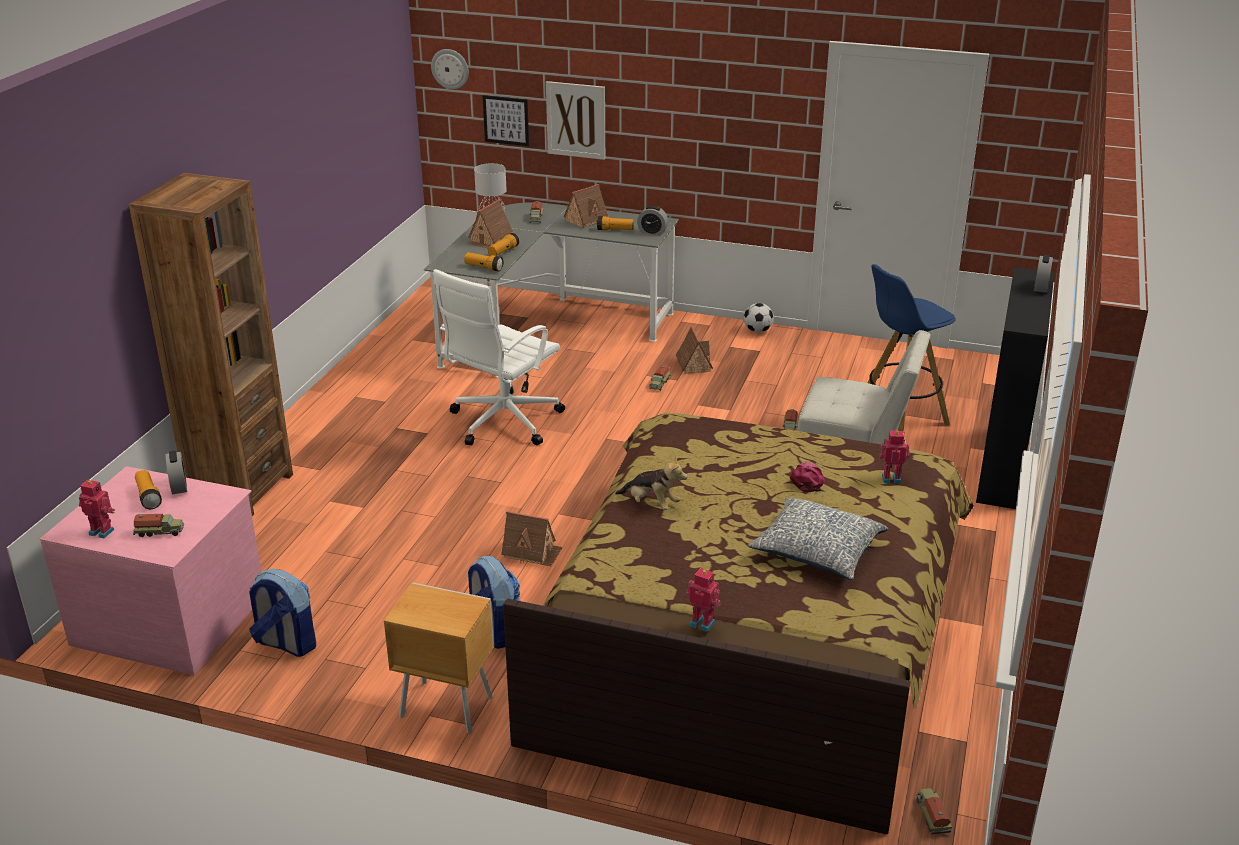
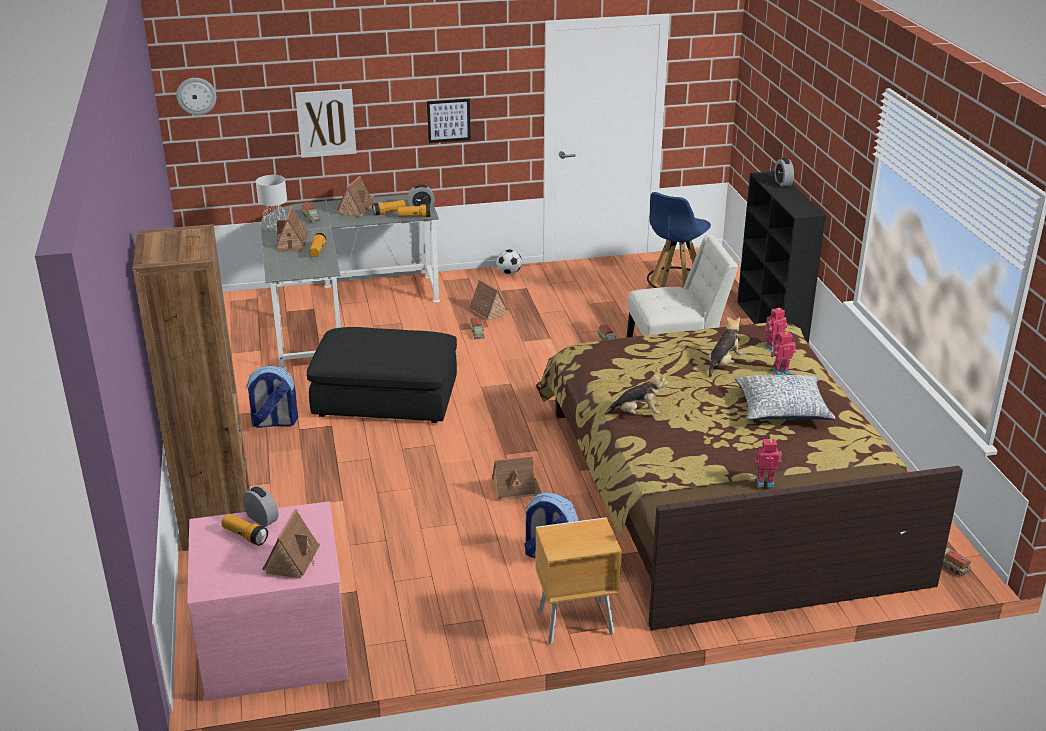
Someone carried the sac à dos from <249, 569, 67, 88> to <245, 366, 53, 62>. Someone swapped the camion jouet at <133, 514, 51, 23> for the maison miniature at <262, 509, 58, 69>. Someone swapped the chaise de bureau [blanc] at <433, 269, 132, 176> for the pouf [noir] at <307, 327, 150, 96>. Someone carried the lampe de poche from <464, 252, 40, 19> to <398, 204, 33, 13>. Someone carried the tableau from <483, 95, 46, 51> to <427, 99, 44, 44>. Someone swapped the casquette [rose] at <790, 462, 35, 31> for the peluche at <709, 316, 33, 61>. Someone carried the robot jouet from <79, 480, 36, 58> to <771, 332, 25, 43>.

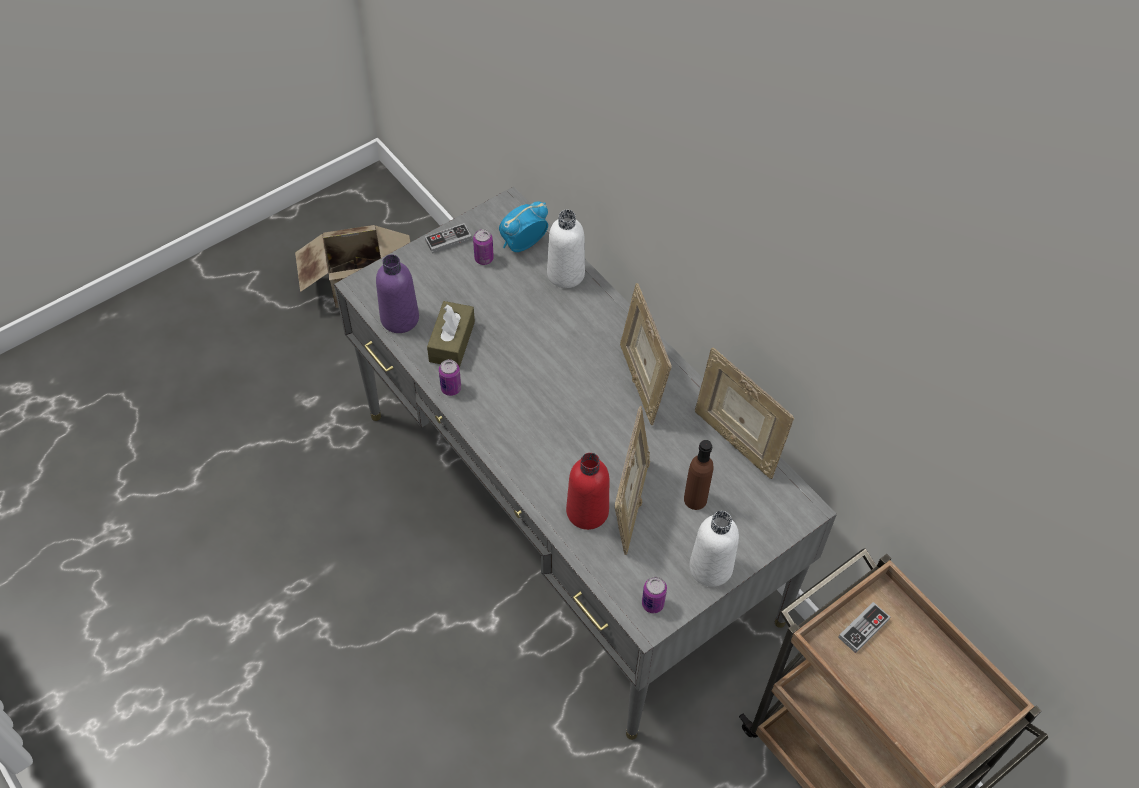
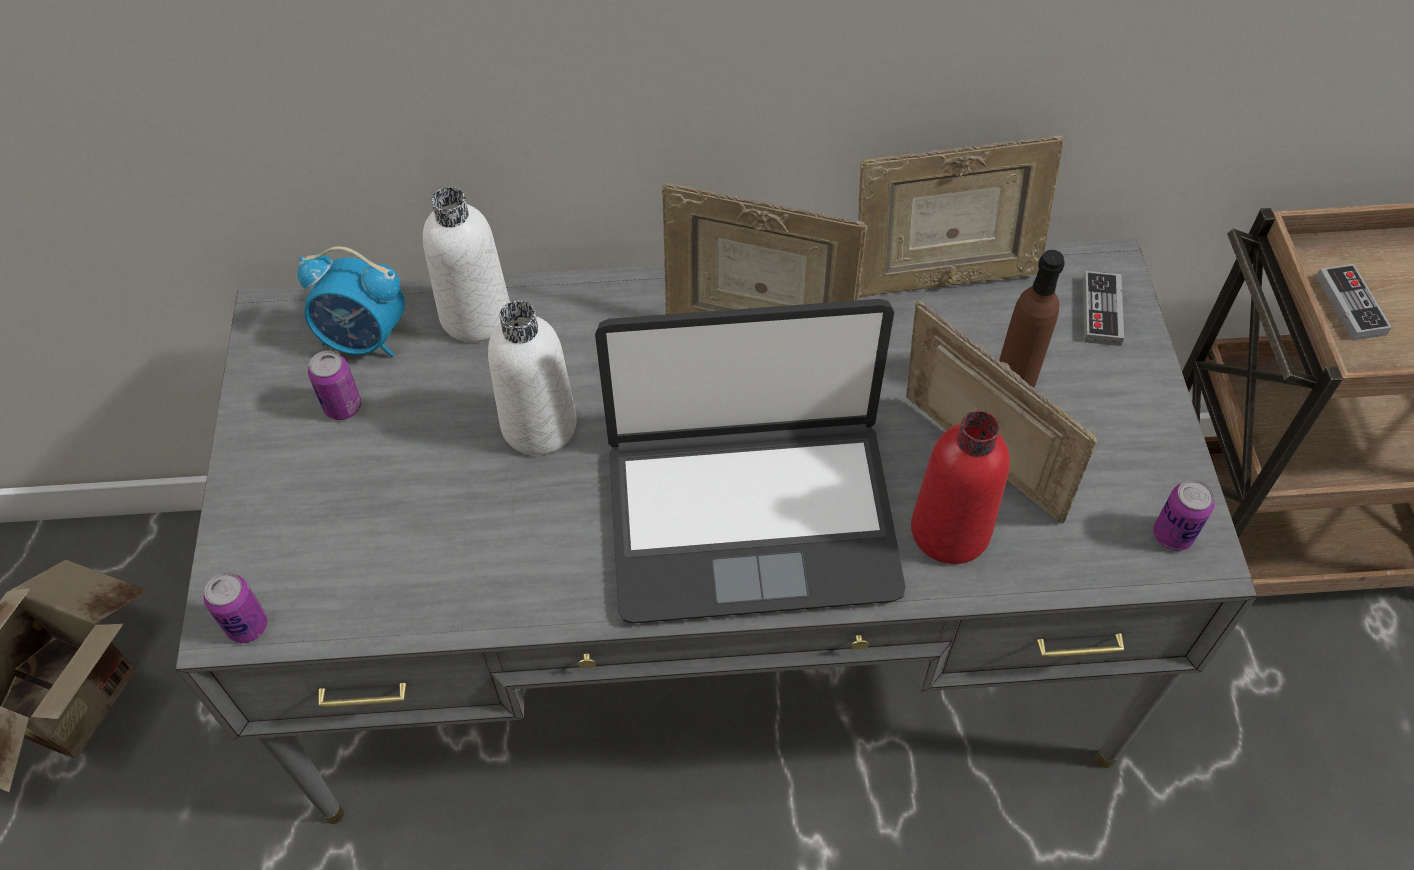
Someone carried the boîte métallique from <439, 359, 22, 37> to <203, 573, 65, 70>. Someone rotated the réveil at <499, 201, 49, 51> by 75 degrees counterclockwise. Someone carried the bouteille [blanc] from <689, 511, 50, 76> to <488, 301, 89, 154>. Someone put down the ordinateur portable at <595, 299, 311, 324>. Someone carried the manette from <425, 223, 47, 31> to <1083, 271, 41, 75>. Someone took away the bouteille [violet] at <376, 254, 43, 79>. Someone took away the boîte à mouchoirs [marron] at <427, 301, 48, 67>.

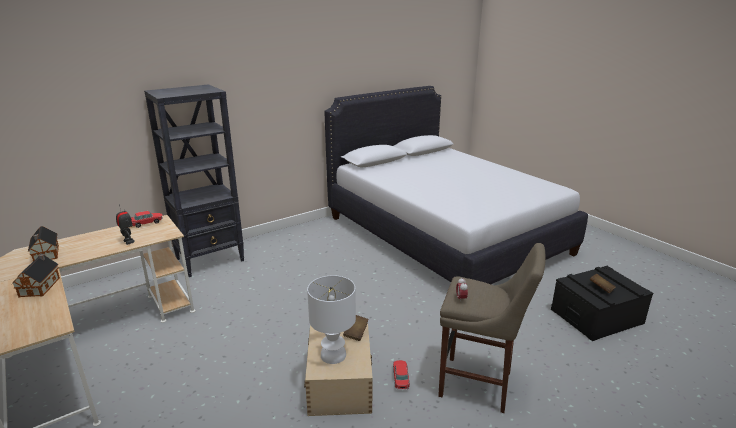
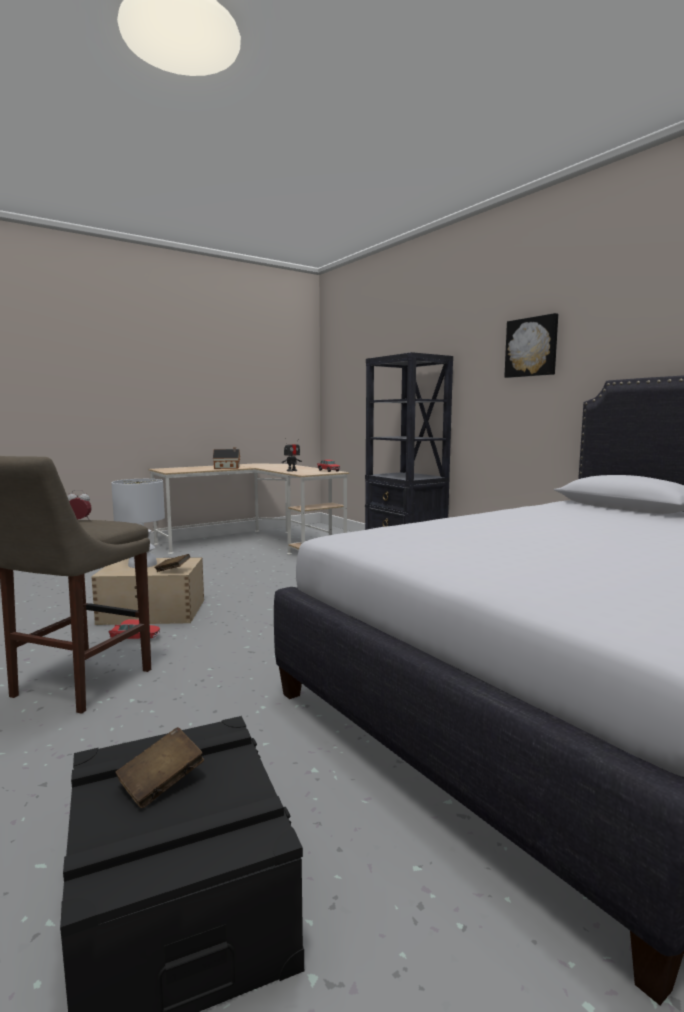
Someone put up the tableau at <504, 313, 54, 65>. Someone took away the maison miniature at <28, 226, 31, 35>.

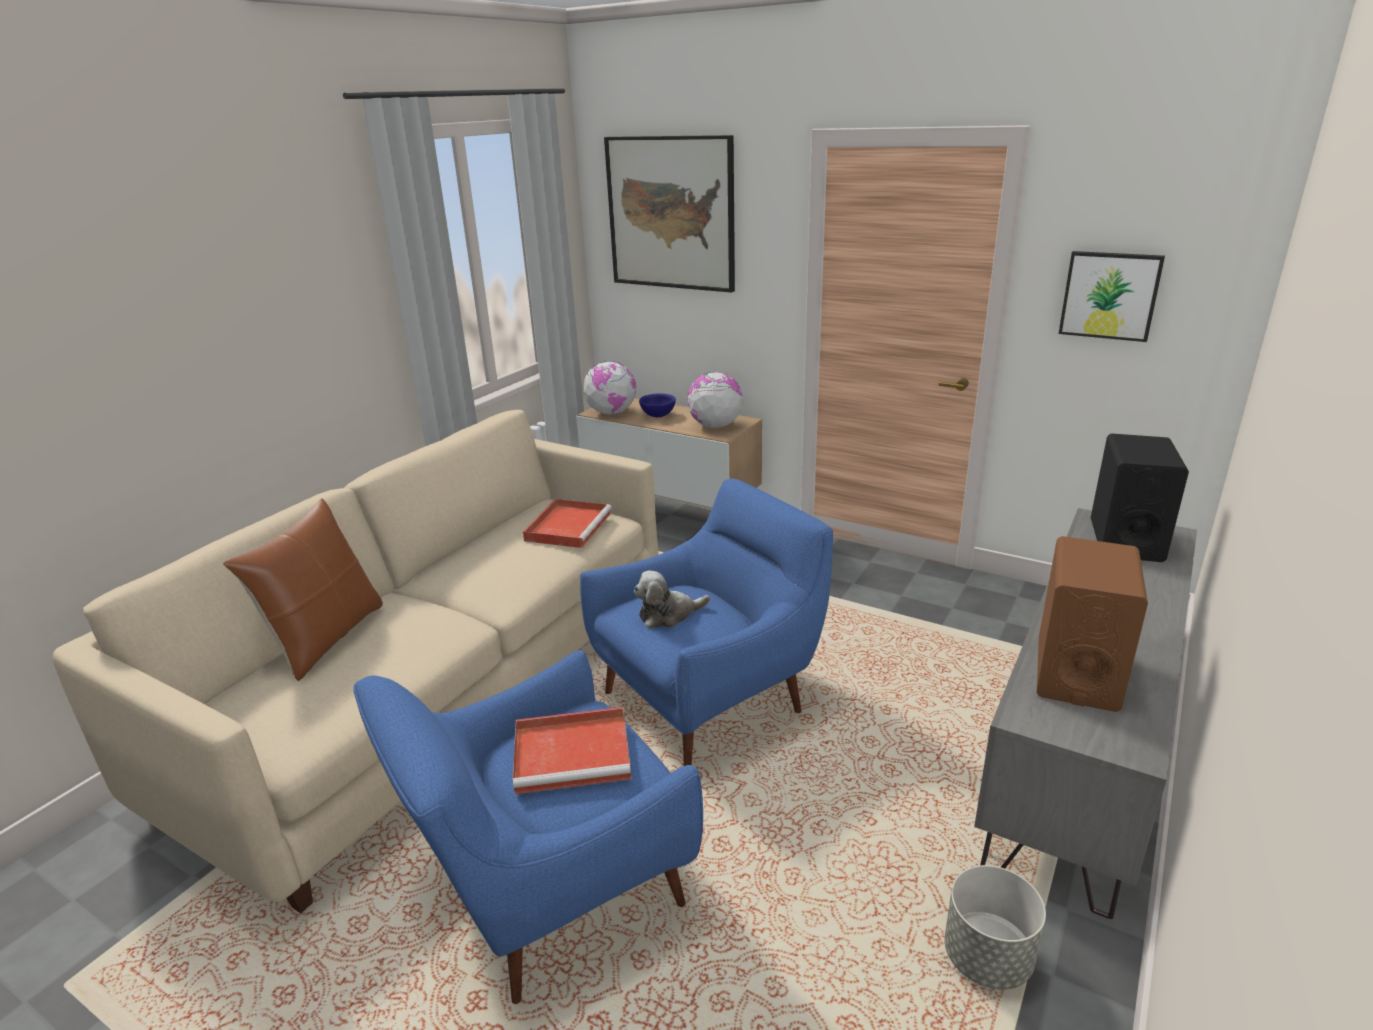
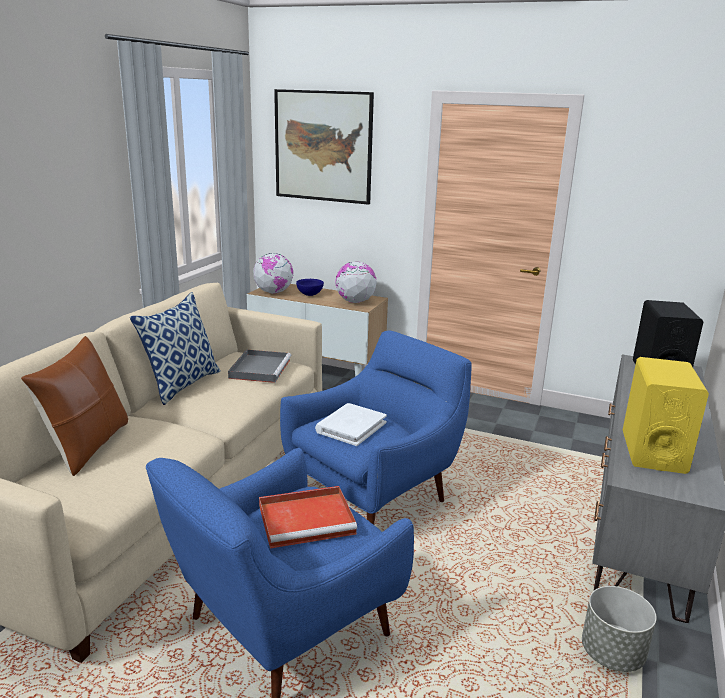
Someone put down the coussin at <130, 292, 91, 113>. Someone repainted the plateau [rouge] at <523, 499, 89, 49>, which became the plateau [gris] at <228, 349, 63, 34>. Someone swapped the peluche at <634, 571, 76, 57> for the livre [blanc] at <315, 403, 72, 43>. Someone repainted the enceinte [marron] at <1037, 536, 111, 176>, which became the enceinte [jaune] at <623, 357, 86, 117>. Someone took away the tableau at <1059, 251, 106, 91>.

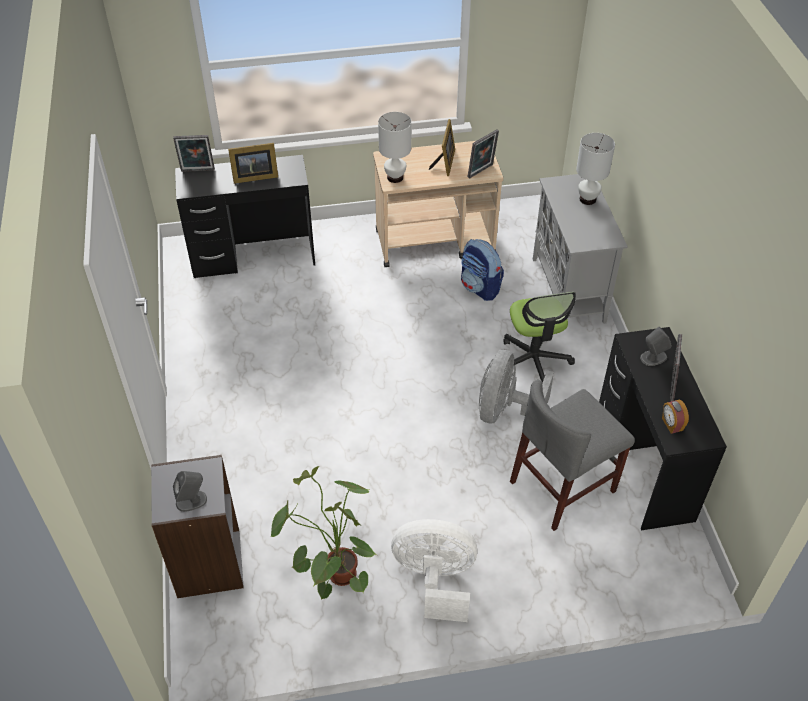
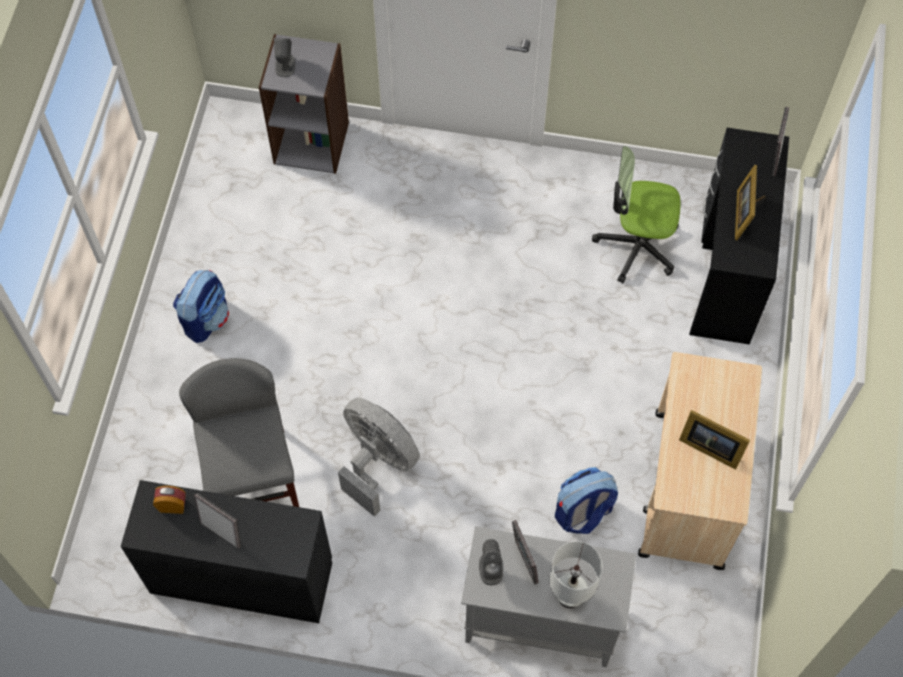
Someone swapped the ventilateur [blanc] at <391, 519, 86, 103> for the sac à dos at <173, 270, 56, 73>. Someone carried the enceinte [gris] from <640, 327, 32, 39> to <479, 539, 24, 46>. Someone carried the cadre photo from <468, 129, 31, 50> to <512, 520, 26, 64>. Someone carried the chaise de bureau from <503, 292, 73, 91> to <592, 146, 88, 137>. Someone took away the plante en pot at <271, 466, 106, 133>. Someone took away the lampe de table [blanc] at <378, 112, 34, 71>.

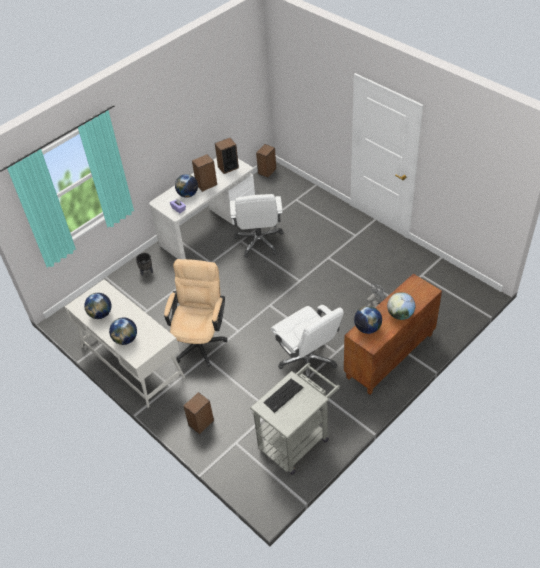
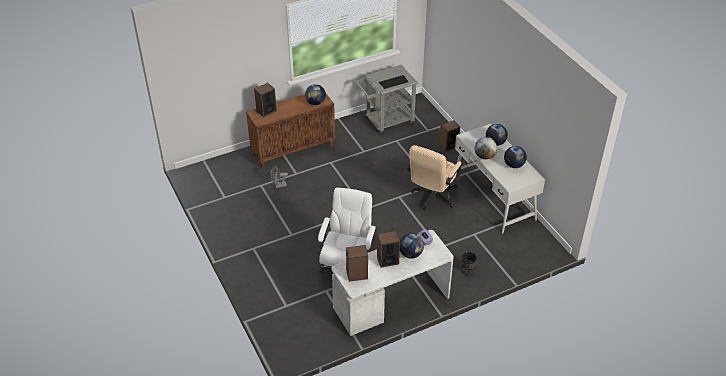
Someone carried the enceinte from <256, 144, 20, 34> to <254, 83, 23, 34>. Someone carried the globe from <387, 292, 28, 28> to <475, 137, 22, 22>. Someone took away the chaise de bureau [blanc] at <271, 305, 73, 74>.

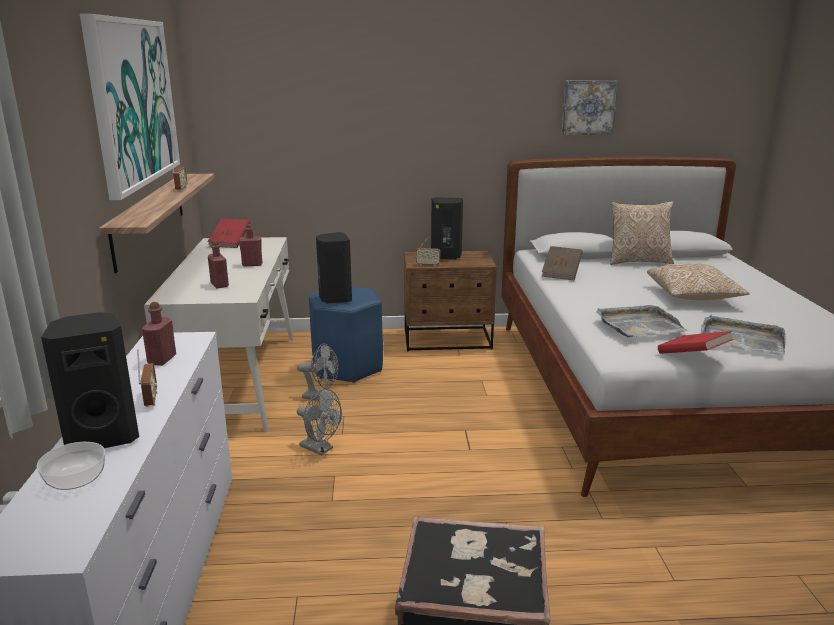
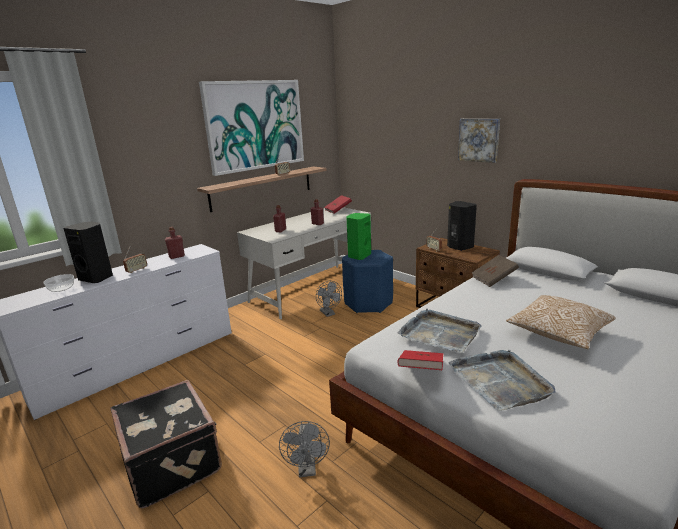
Someone carried the ventilateur [gris] from <297, 389, 45, 67> to <279, 421, 51, 57>. Someone repainted the enceinte [noir] at <316, 232, 36, 72>, which became the enceinte [vert] at <346, 213, 25, 47>. Someone carried the tableau from <562, 81, 56, 54> to <458, 119, 42, 44>. Someone took away the coussin at <610, 201, 64, 64>.

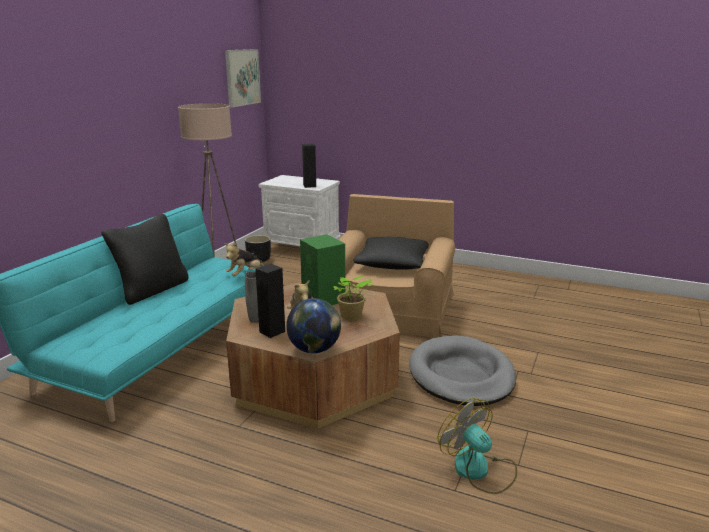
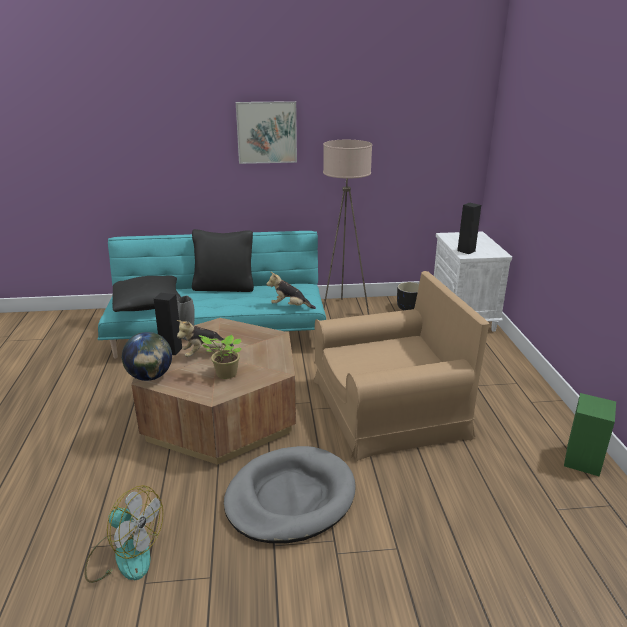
Someone rotated the ventilateur at <438, 398, 79, 96> by 90 degrees clockwise. Someone carried the coussin [noir] from <353, 237, 76, 33> to <112, 275, 69, 37>. Someone carried the tableau from <225, 49, 36, 59> to <236, 101, 61, 63>. Someone carried the enceinte [vert] from <300, 234, 45, 71> to <564, 393, 52, 84>.

